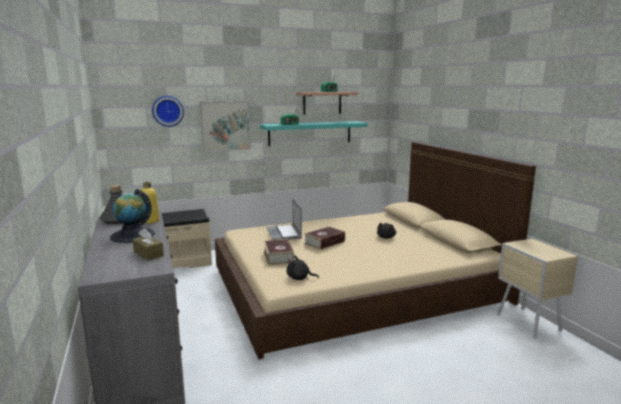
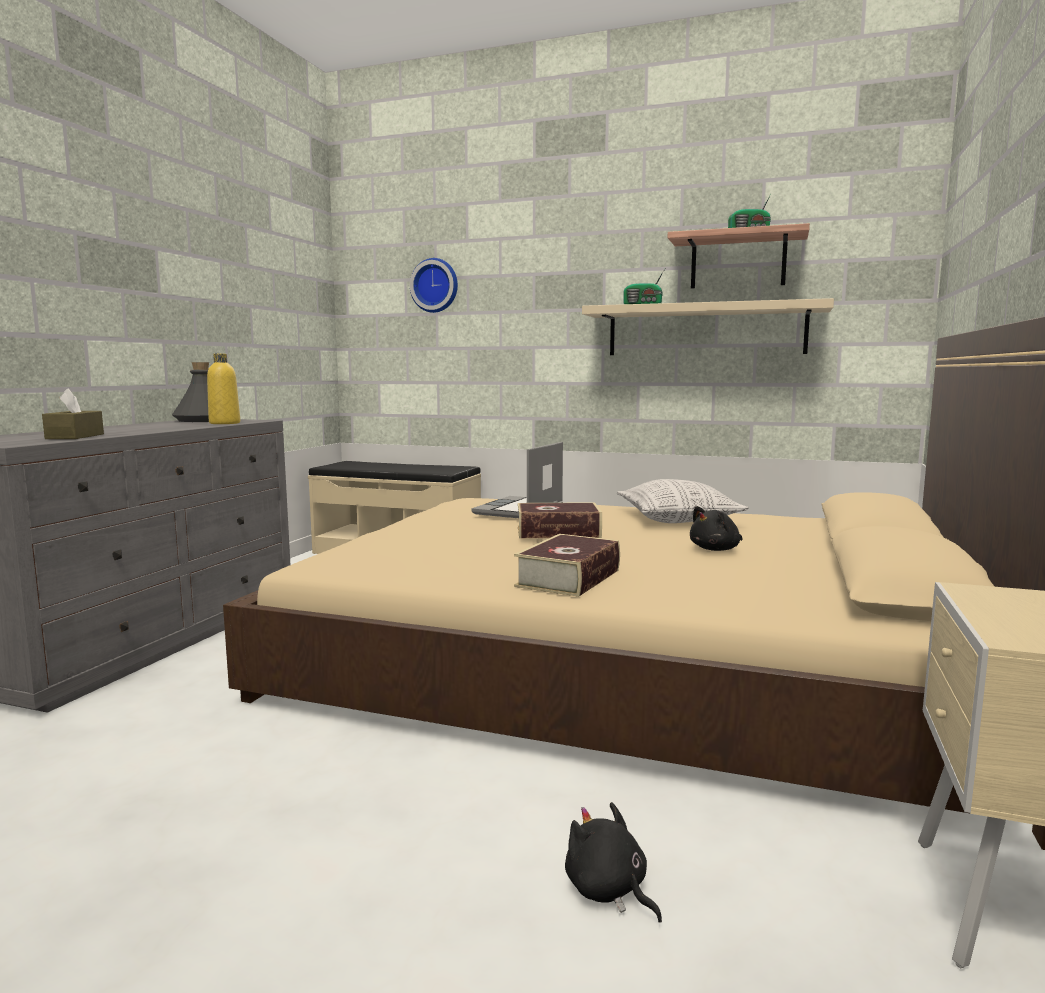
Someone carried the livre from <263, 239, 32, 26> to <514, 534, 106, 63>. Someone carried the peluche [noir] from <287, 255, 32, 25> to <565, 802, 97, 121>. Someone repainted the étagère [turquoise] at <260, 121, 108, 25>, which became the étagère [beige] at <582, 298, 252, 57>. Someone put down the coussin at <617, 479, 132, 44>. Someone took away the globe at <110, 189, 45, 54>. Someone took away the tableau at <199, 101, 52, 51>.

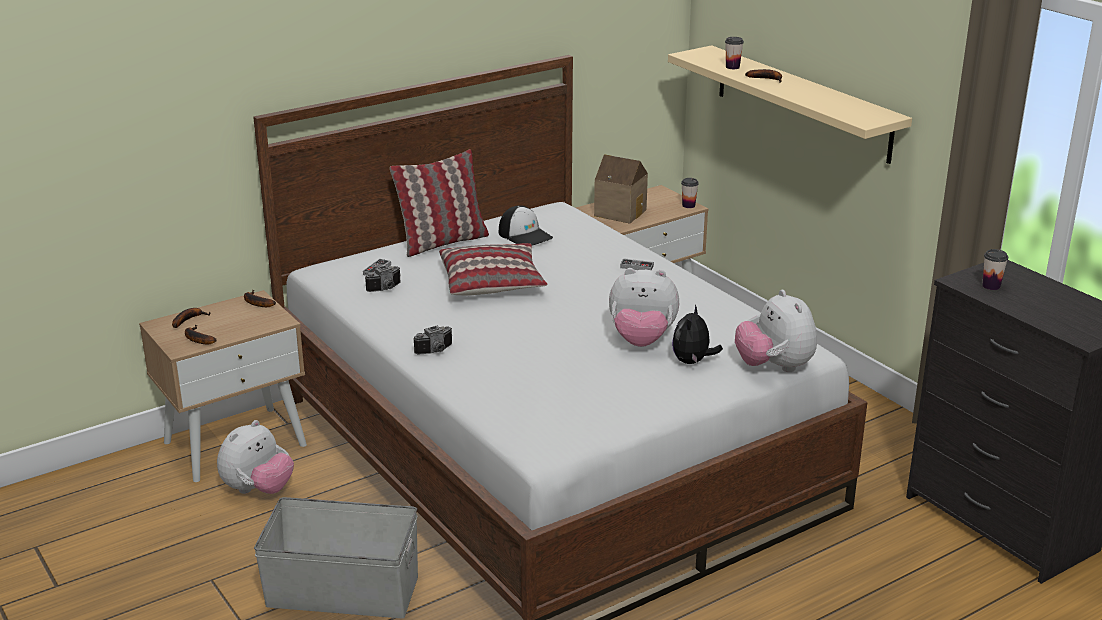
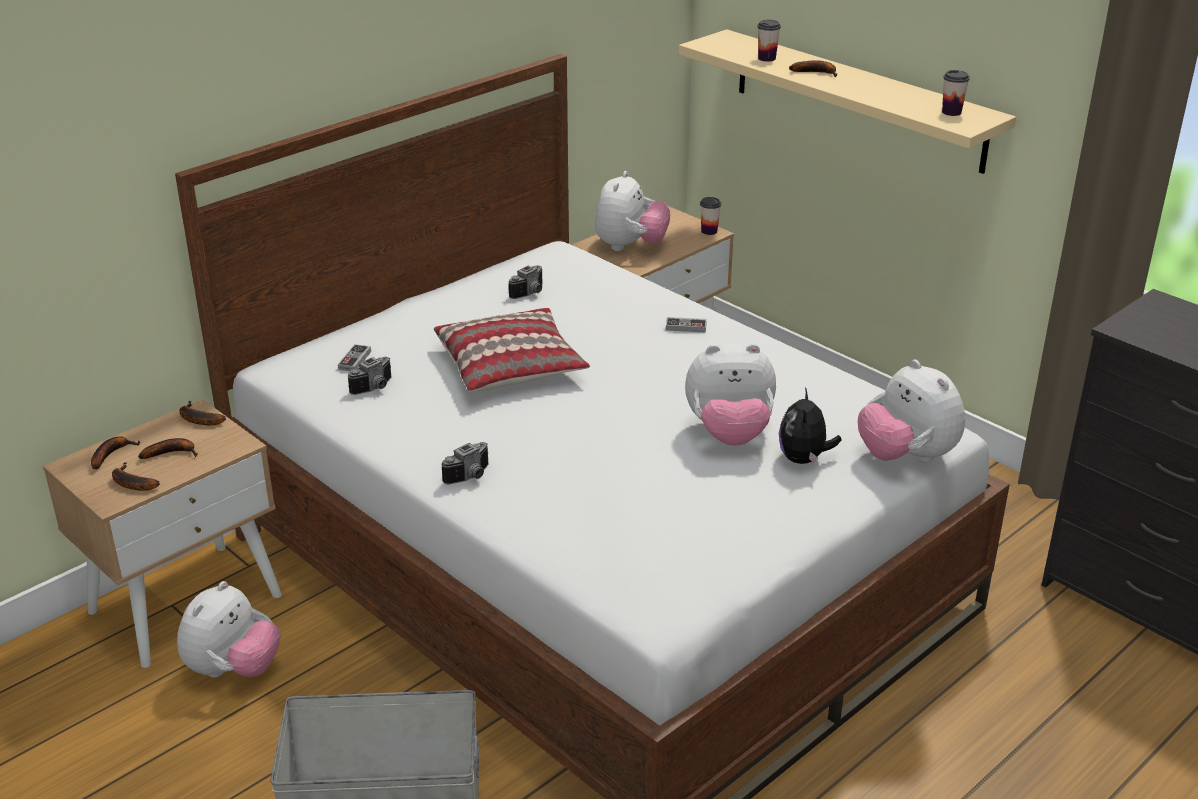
Someone put down the banane at <138, 438, 60, 21>. Someone swapped the casquette at <499, 205, 54, 41> for the appareil photo at <509, 265, 34, 34>. Someone swapped the maison miniature at <594, 154, 54, 70> for the peluche at <595, 171, 75, 80>. Someone carried the tasse from <982, 249, 26, 41> to <942, 70, 28, 46>. Someone took away the coussin at <390, 149, 99, 108>.

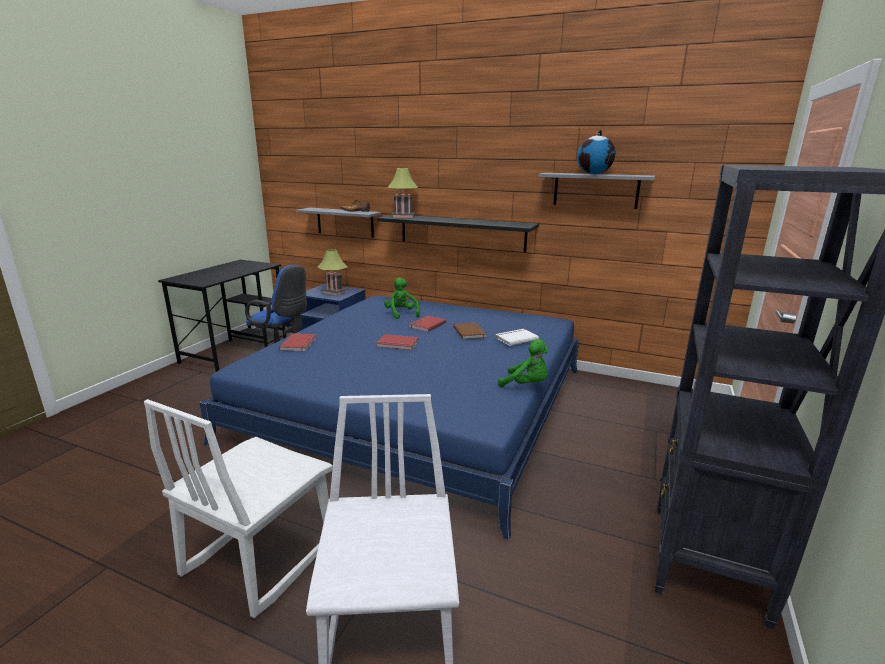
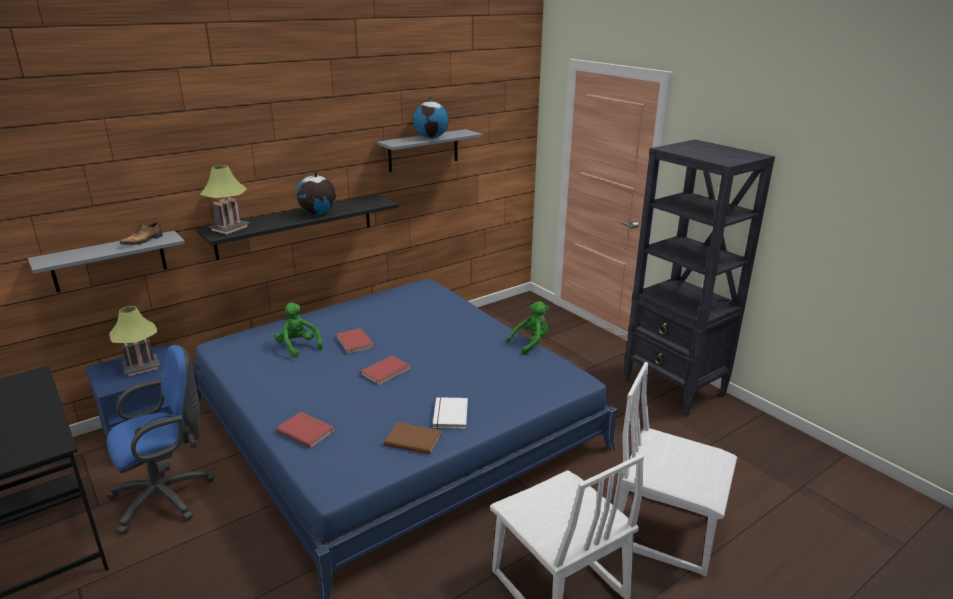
Someone rotated the peluche [vert] at <384, 277, 36, 42> by 45 degrees clockwise. Someone put down the globe at <296, 171, 40, 44>. Someone carried the livre [marron] from <453, 323, 33, 16> to <384, 422, 58, 32>. Someone carried the livre [blanc] from <495, 329, 44, 17> to <433, 397, 35, 32>.

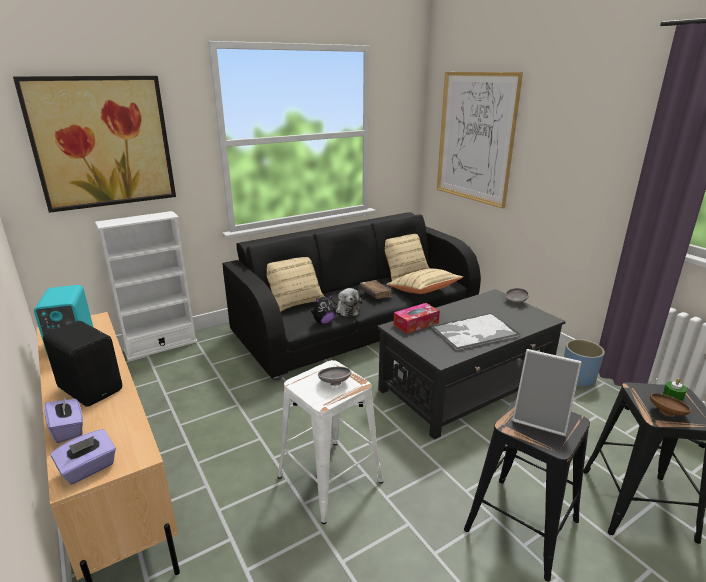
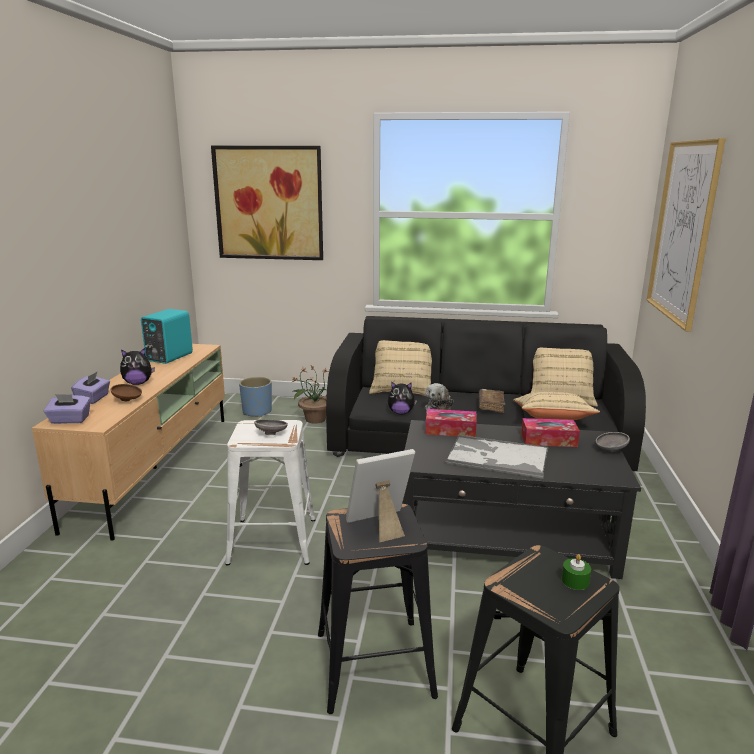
Someone carried the bol [marron] from <650, 393, 41, 24> to <111, 384, 31, 17>. Someone swapped the enceinte [noir] at <43, 321, 79, 85> for the peluche at <120, 348, 35, 37>. Someone carried the cache-pot [bleu] from <564, 339, 41, 48> to <239, 377, 33, 40>. Someone put down the plante en pot at <291, 365, 38, 58>. Someone rotated the cadre photo at <512, 349, 70, 87> by 90 degrees clockwise. Someone put down the boîte à mouchoirs at <521, 418, 59, 29>. Someone took away the bibliothèque [blanc] at <95, 211, 103, 150>.

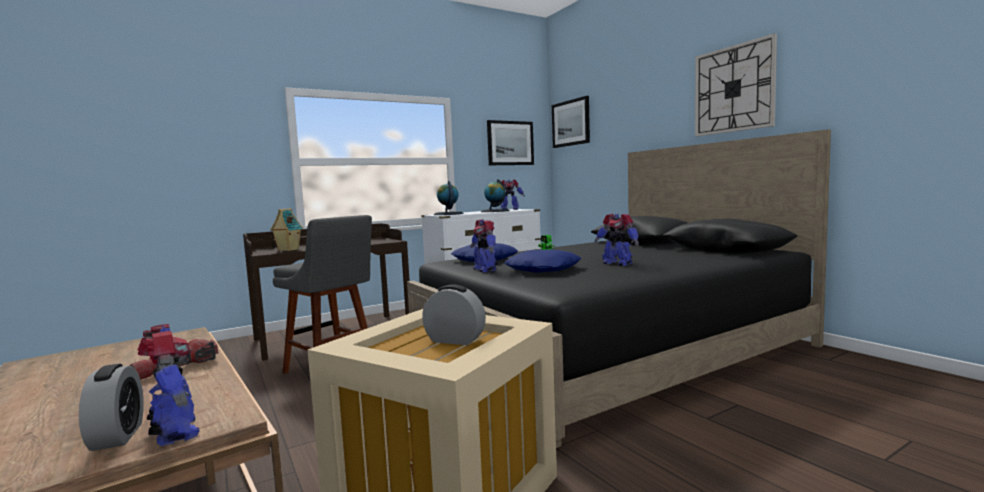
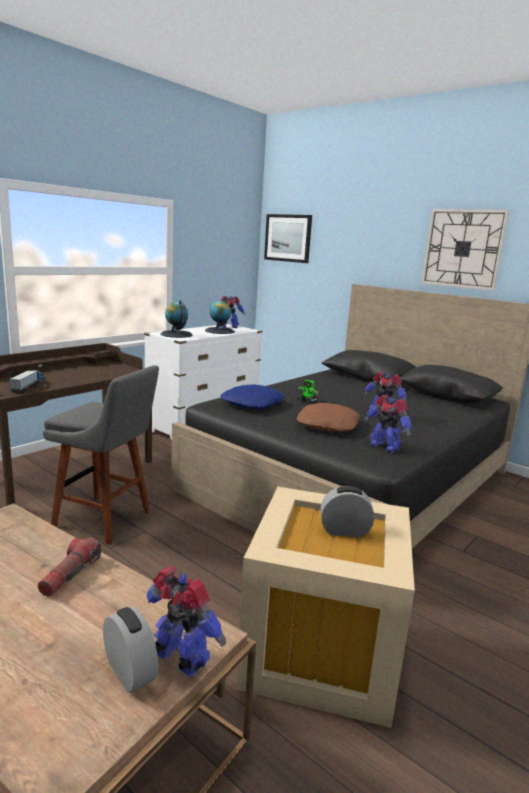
Someone swapped the maison miniature at <270, 208, 33, 43> for the camion jouet at <9, 369, 37, 24>. Someone repainted the coussin [bleu] at <504, 249, 78, 24>, which became the coussin [marron] at <296, 403, 64, 29>. Someone carried the robot jouet from <471, 220, 27, 52> to <364, 395, 47, 58>. Someone took away the tableau at <487, 120, 47, 45>.

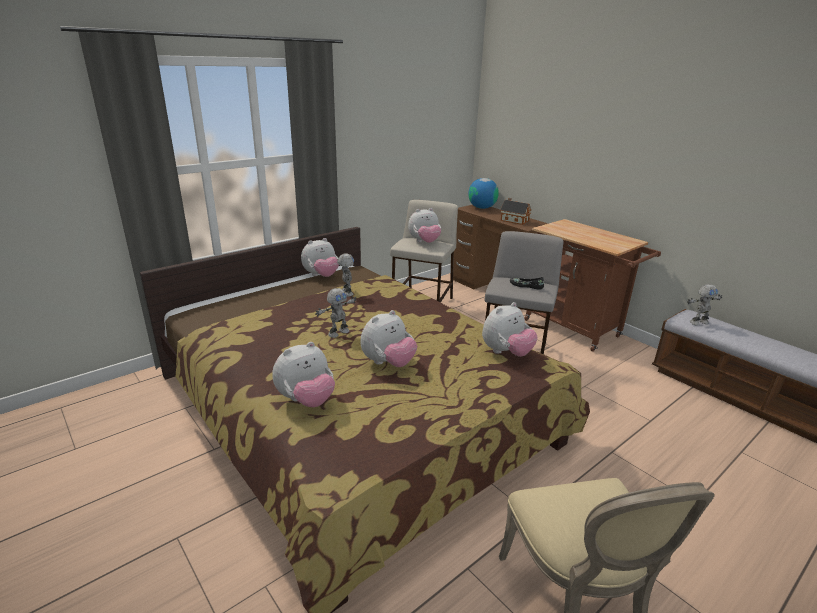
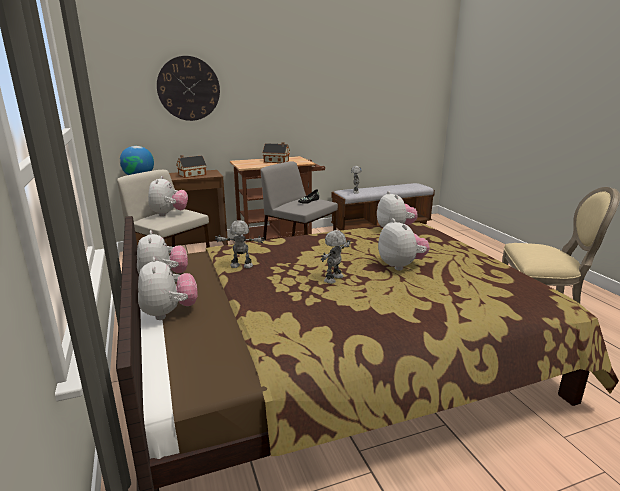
Someone carried the peluche from <272, 342, 63, 65> to <138, 257, 60, 63>. Someone put up the horloge murale at <157, 56, 63, 65>. Someone put down the maison miniature at <263, 142, 27, 21>. Someone rotated the robot jouet at <315, 288, 42, 50> by 120 degrees counterclockwise.

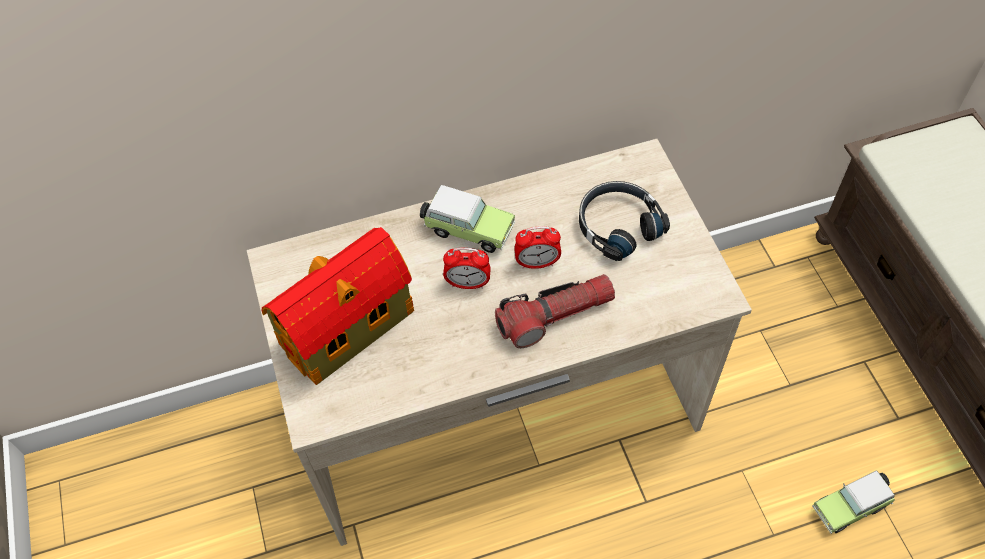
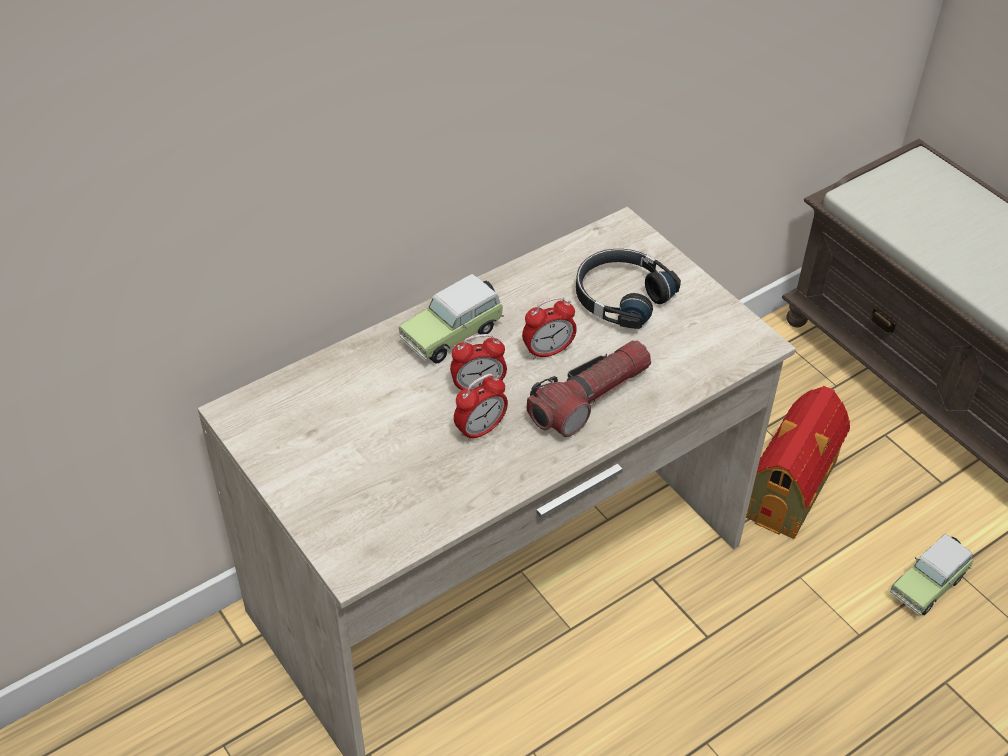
Someone rotated the petite voiture at <420, 185, 95, 68> by 135 degrees clockwise. Someone put down the réveil at <454, 374, 54, 68>. Someone carried the maison miniature from <262, 227, 152, 158> to <746, 386, 104, 153>.

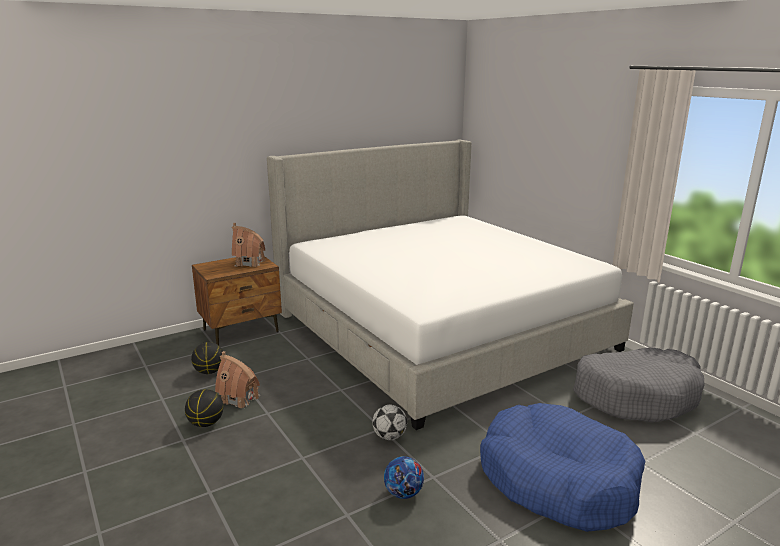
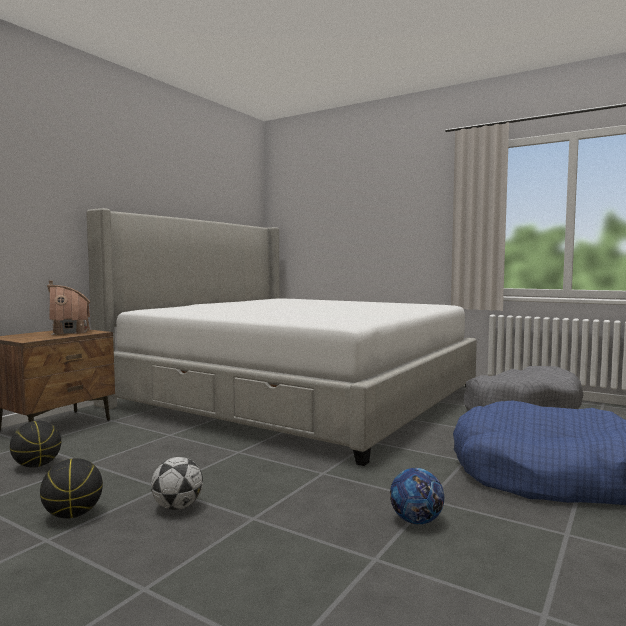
Someone carried the ballon de foot from <372, 404, 35, 36> to <151, 457, 52, 53>. Someone took away the maison miniature at <215, 351, 45, 57>.

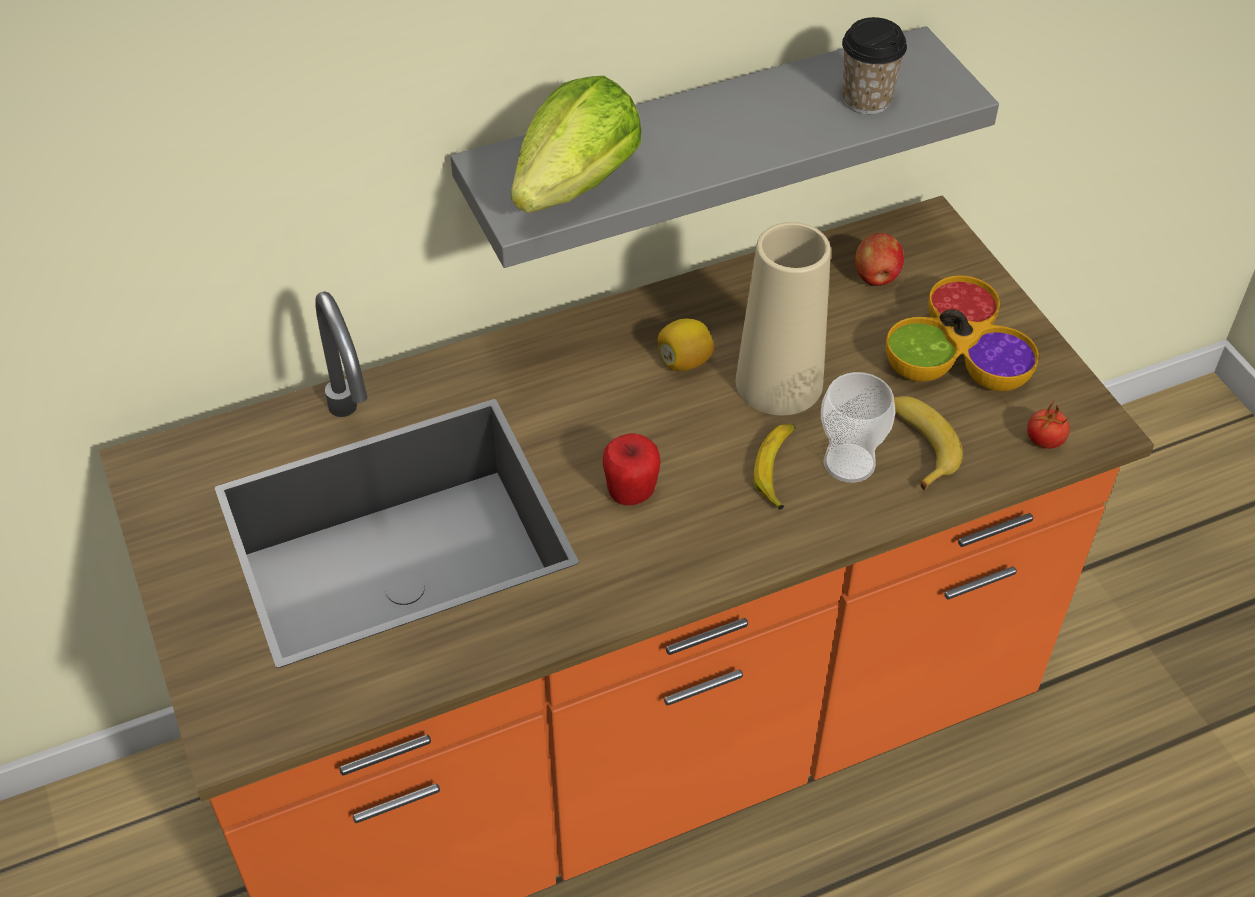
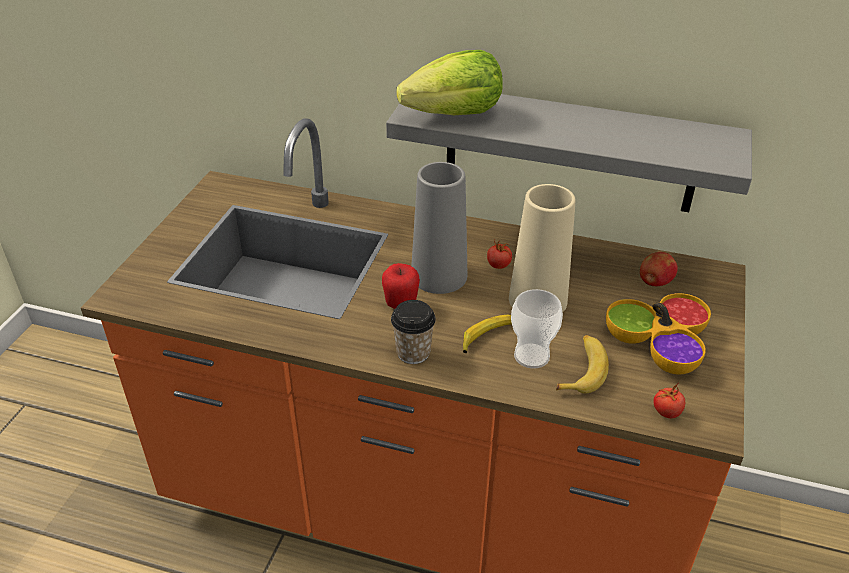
Someone carried the tasse from <842, 17, 65, 97> to <391, 300, 45, 64>. Someone put down the vase [gris] at <411, 162, 56, 132>. Someone swapped the citron at <657, 319, 57, 52> for the tomate at <487, 239, 25, 30>.

